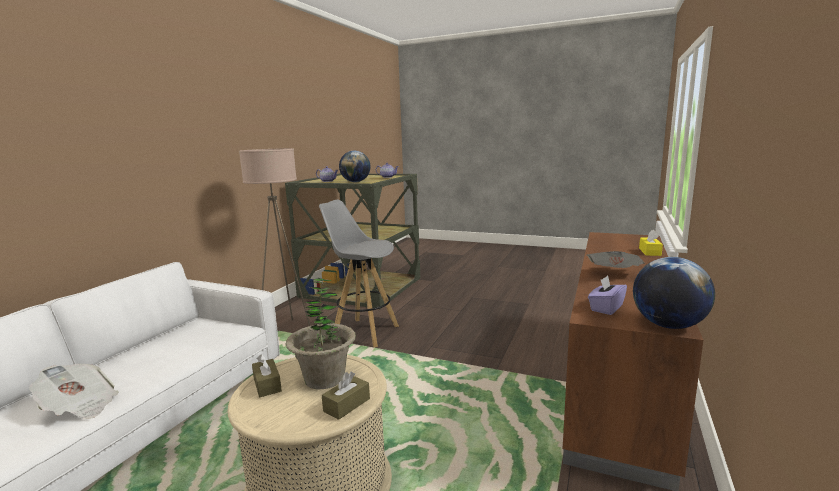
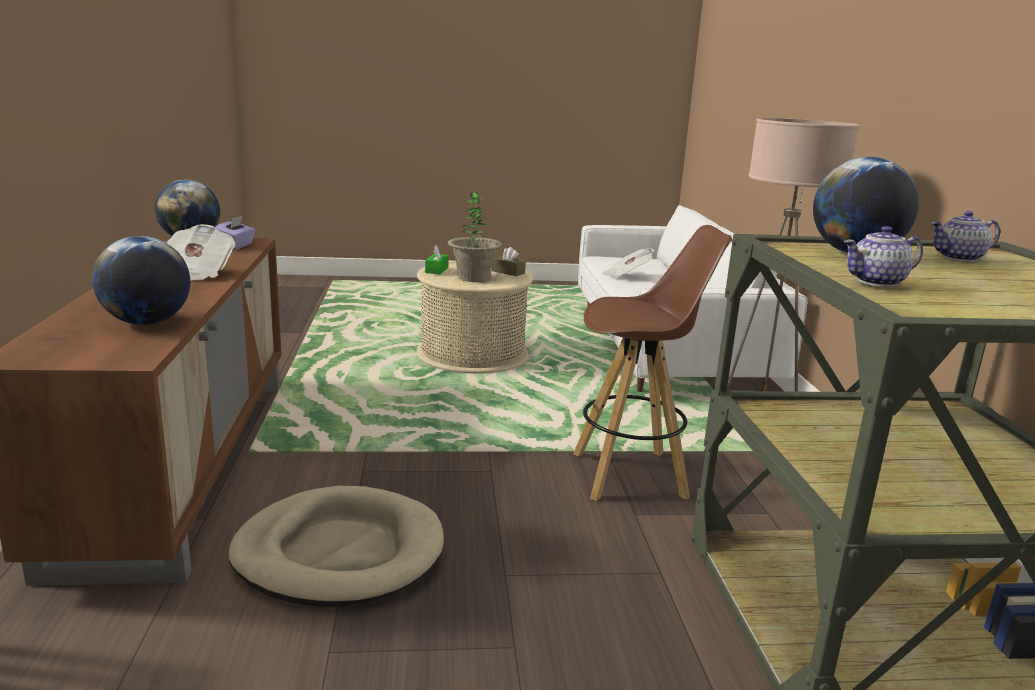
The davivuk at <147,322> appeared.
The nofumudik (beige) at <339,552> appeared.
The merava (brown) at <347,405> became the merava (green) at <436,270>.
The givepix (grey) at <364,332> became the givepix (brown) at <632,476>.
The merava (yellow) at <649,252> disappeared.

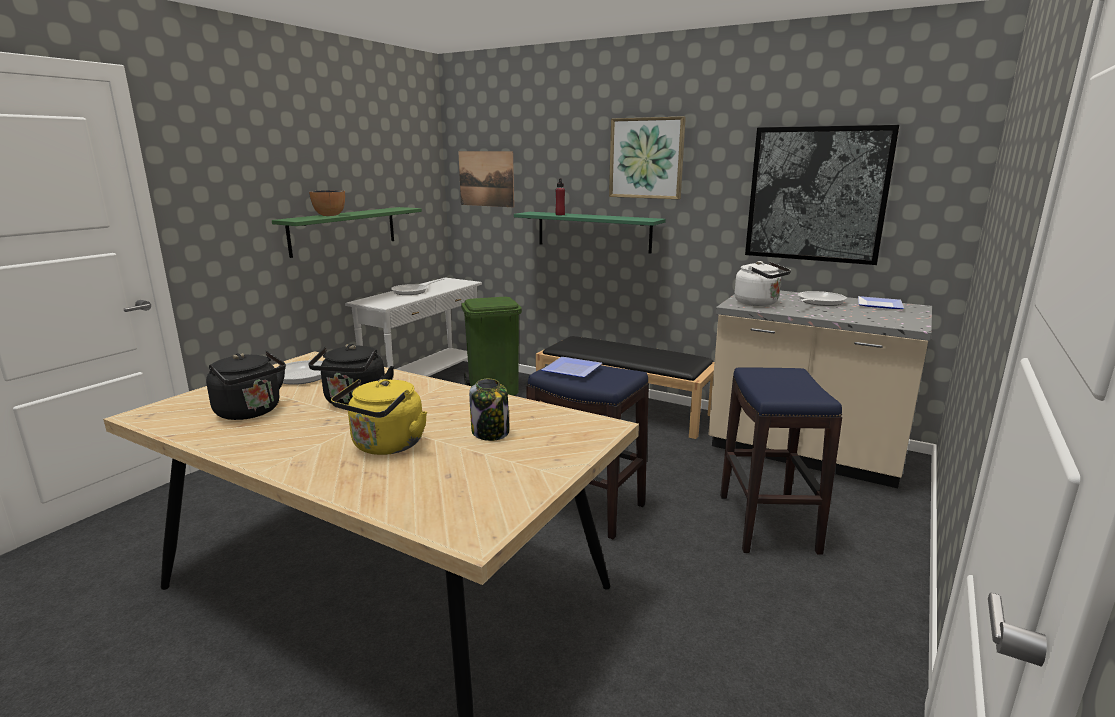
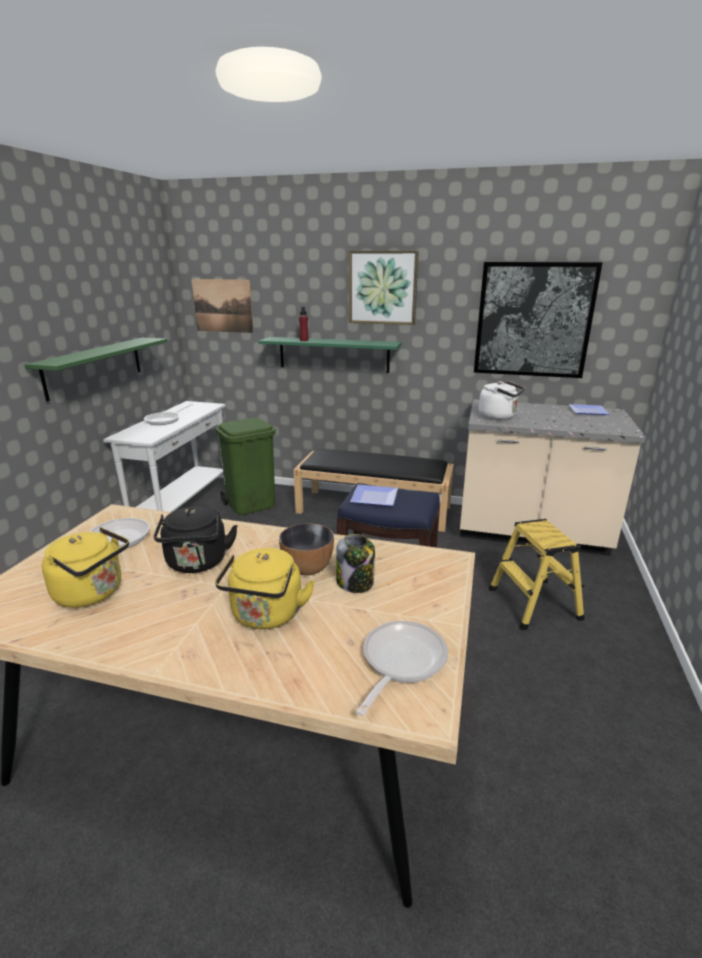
The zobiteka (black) at <251,412> became the zobiteka (yellow) at <93,593>.
The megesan moved from <329,215> to <307,569>.
The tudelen moved from <818,302> to <400,662>.
The givepix at <767,523> was replaced by the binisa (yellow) at <534,603>.

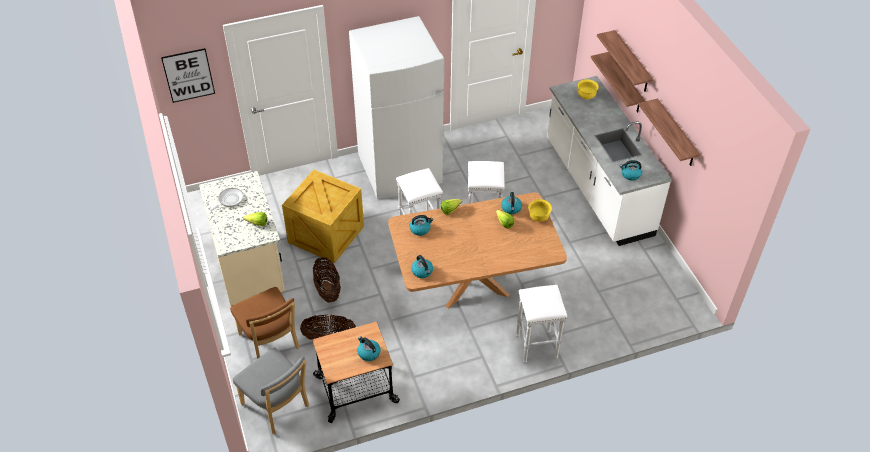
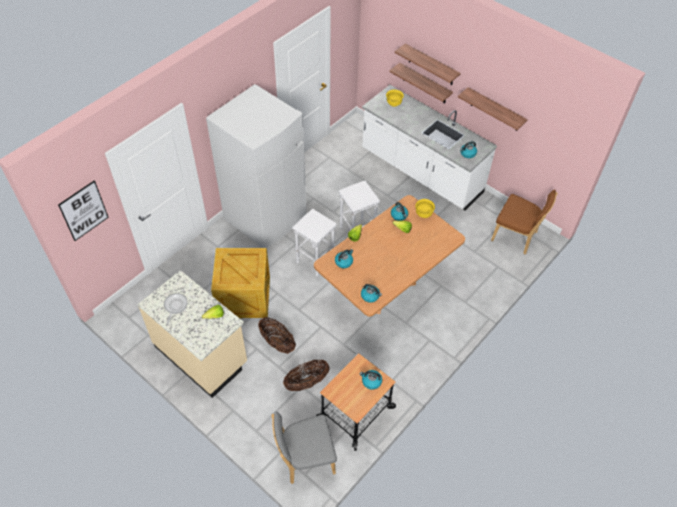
The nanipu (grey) at <277,407> turned 150 degrees clockwise.
The nanipu (brown) moved from <270,343> to <516,237>.
The givepix (white) at <536,347> disappeared.

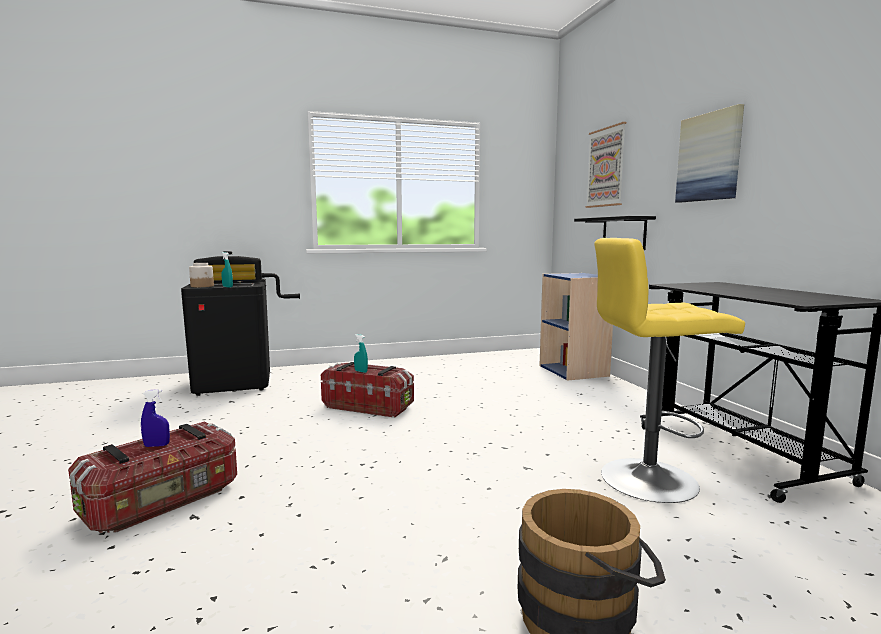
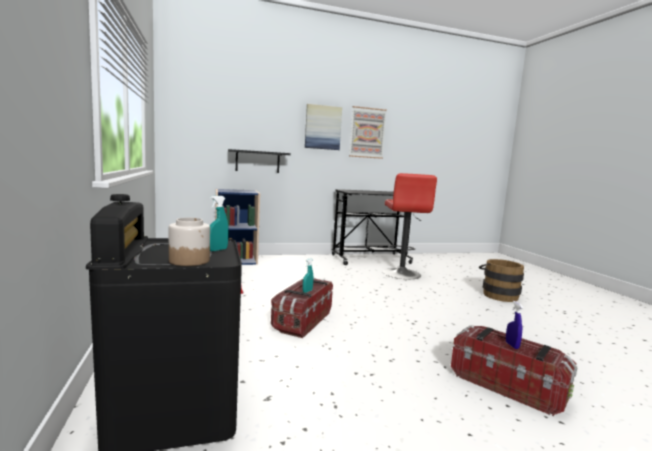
The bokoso moved from <606,167> to <367,133>.
The givepix (yellow) at <647,479> became the givepix (red) at <401,274>.

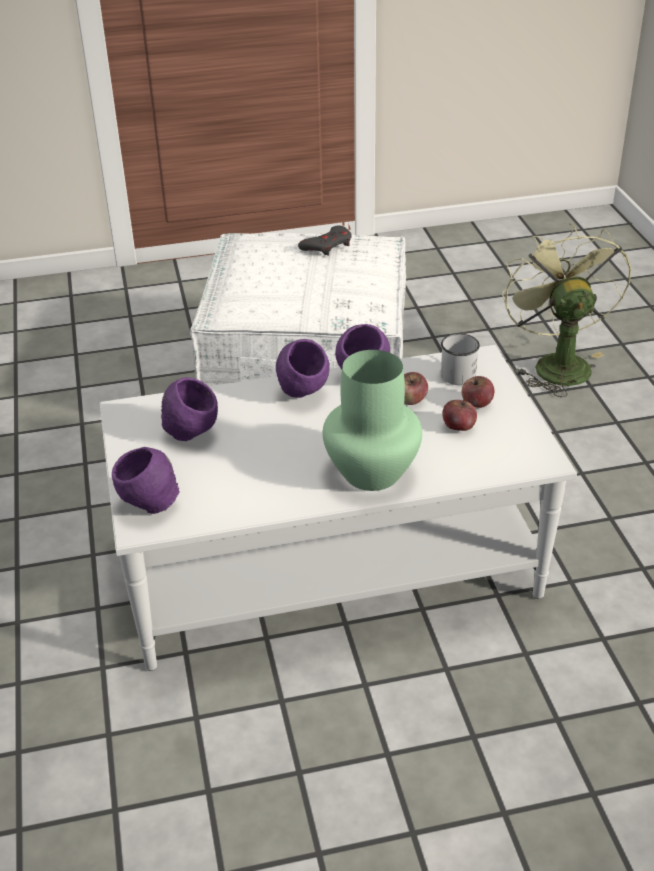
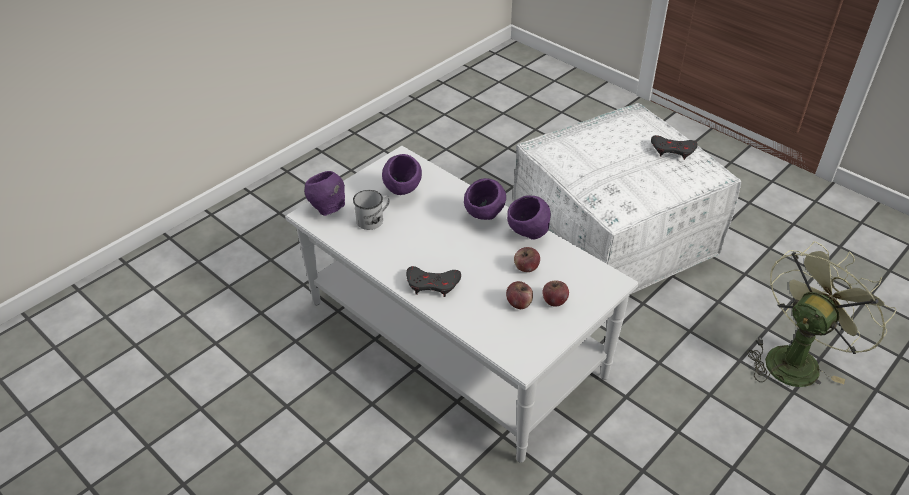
The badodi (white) moved from <457,372> to <374,219>.
The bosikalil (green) at <372,473> was replaced by the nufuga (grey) at <432,284>.

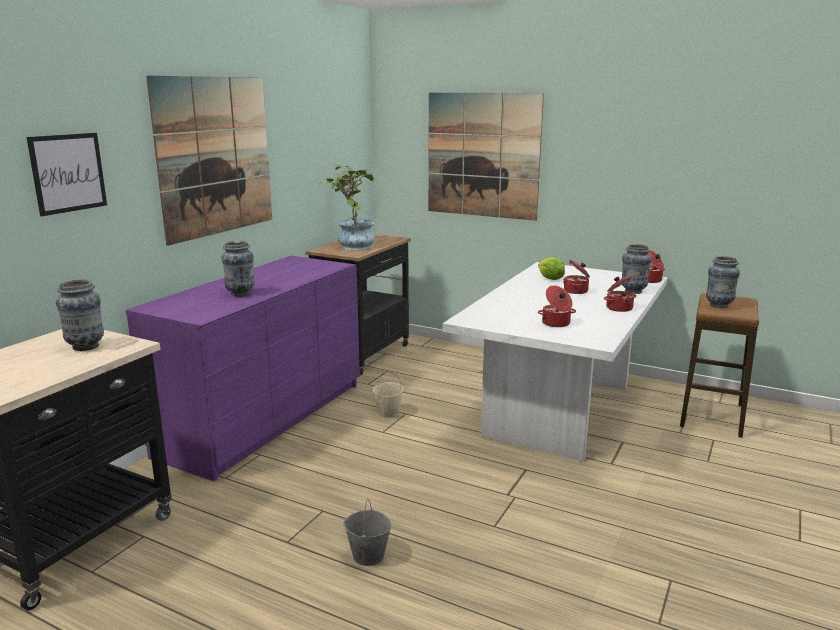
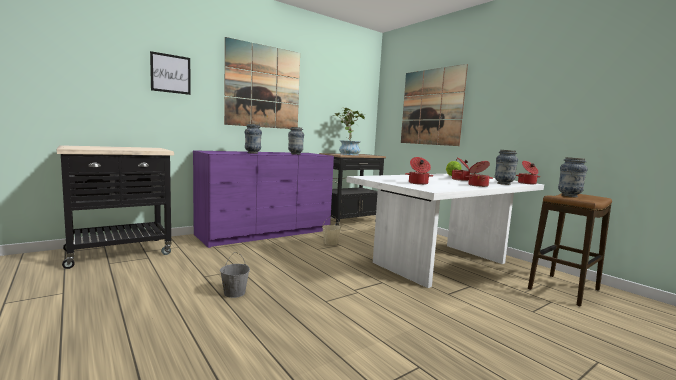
The bosikalil moved from <85,346> to <295,154>.

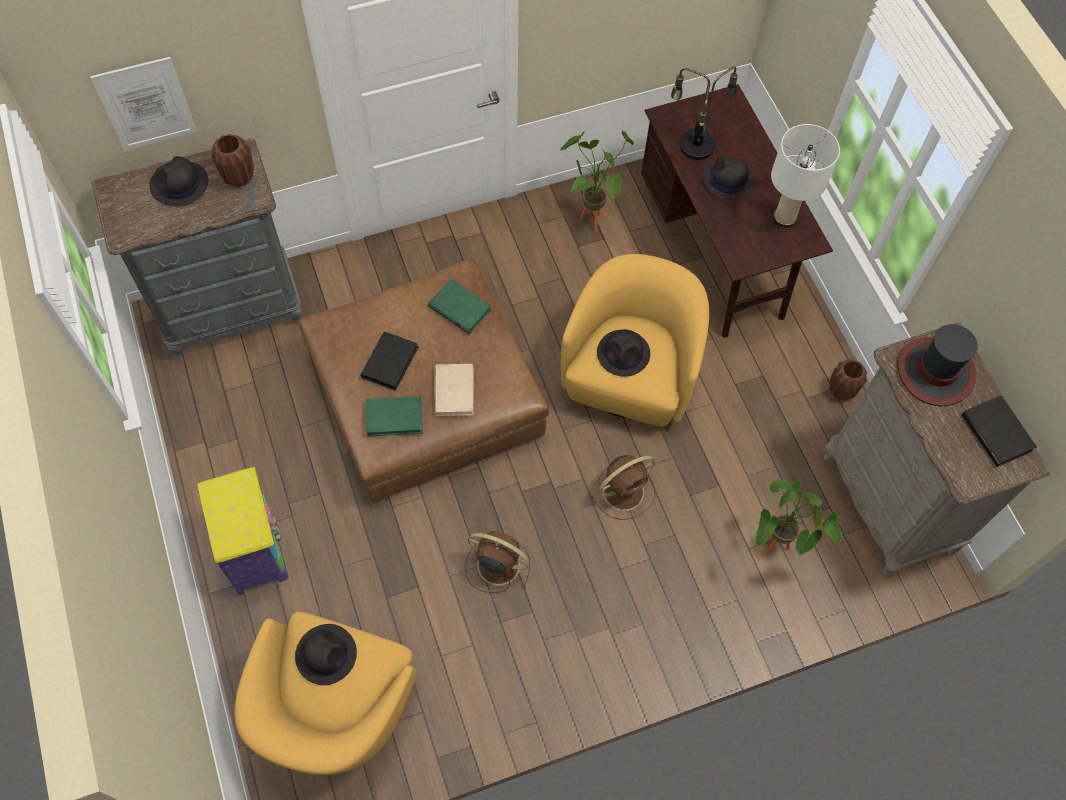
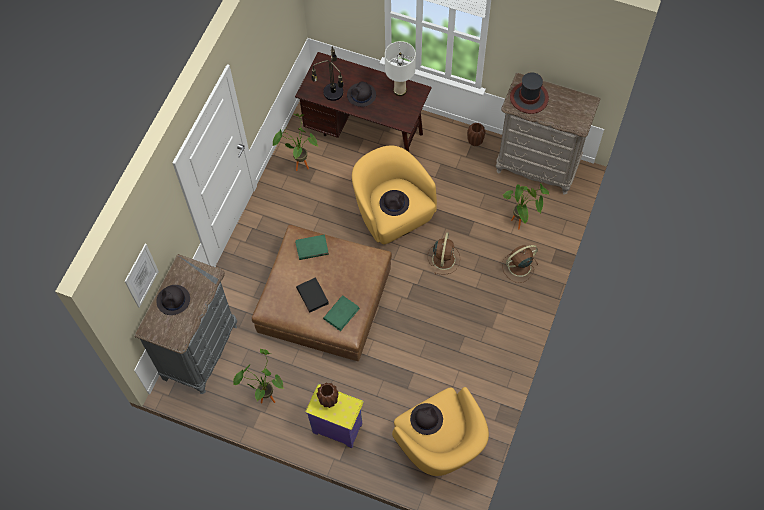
The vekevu at <265,396> appeared.
The bosikalil (brown) moved from <238,178> to <328,400>.
The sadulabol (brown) moved from <496,564> to <518,266>.
The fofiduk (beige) at <454,391> disappeared.
The fofiduk (black) at <996,432> disappeared.

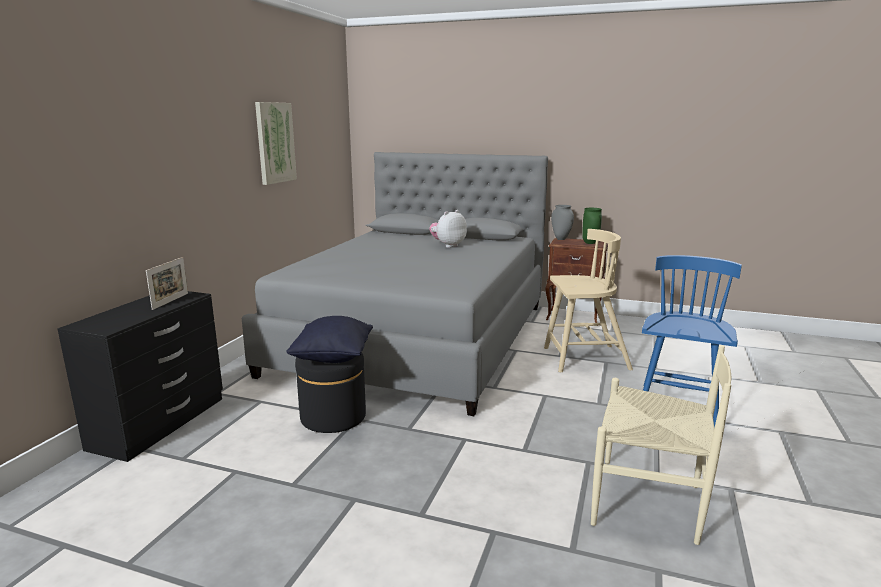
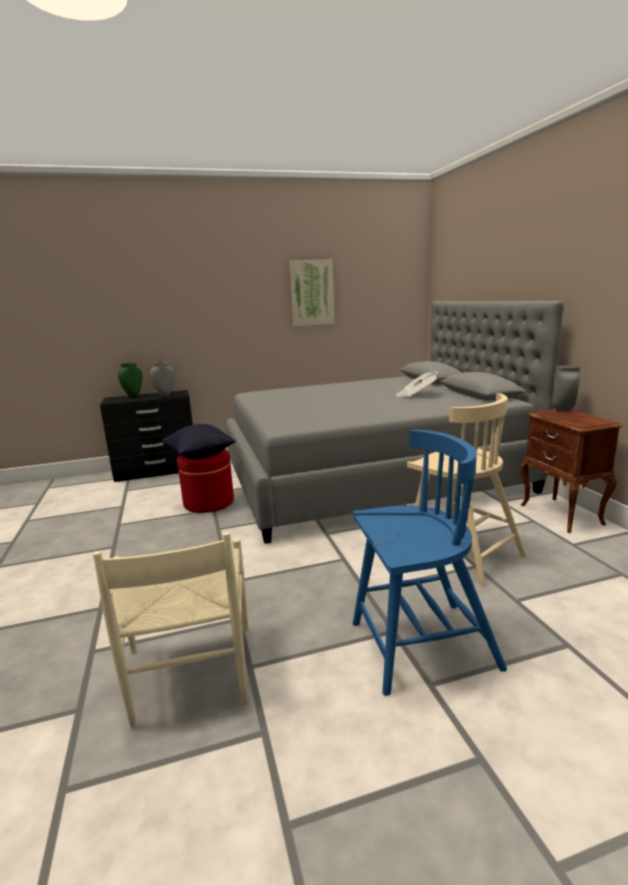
The bosikalil (green) moved from <590,243> to <133,396>.
The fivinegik at <170,301> was replaced by the bosikalil (grey) at <165,395>.
The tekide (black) at <333,417> became the tekide (red) at <209,502>.
The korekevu at <448,245> was replaced by the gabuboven at <416,395>.

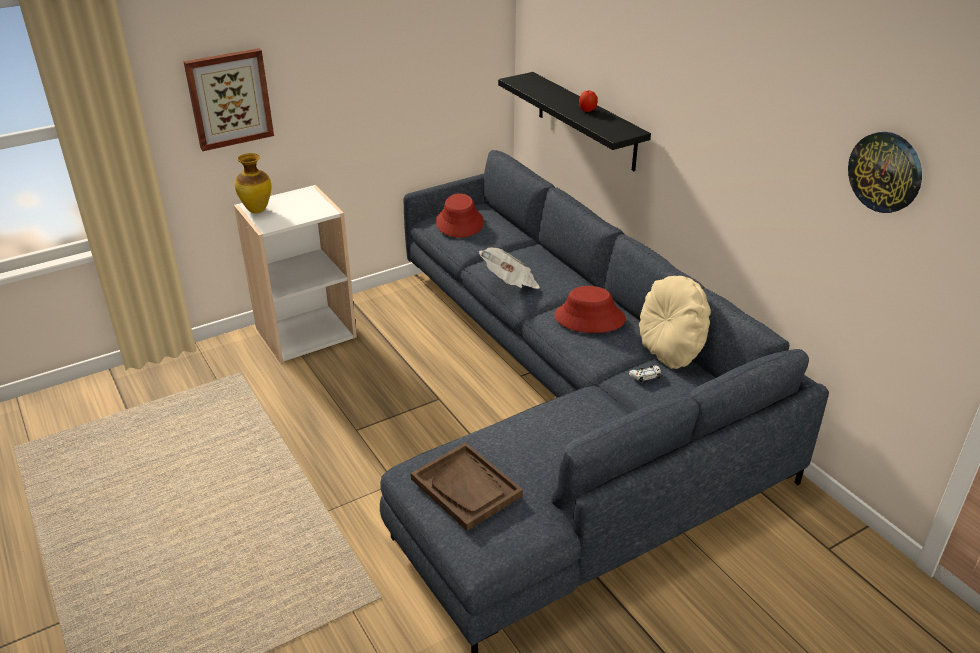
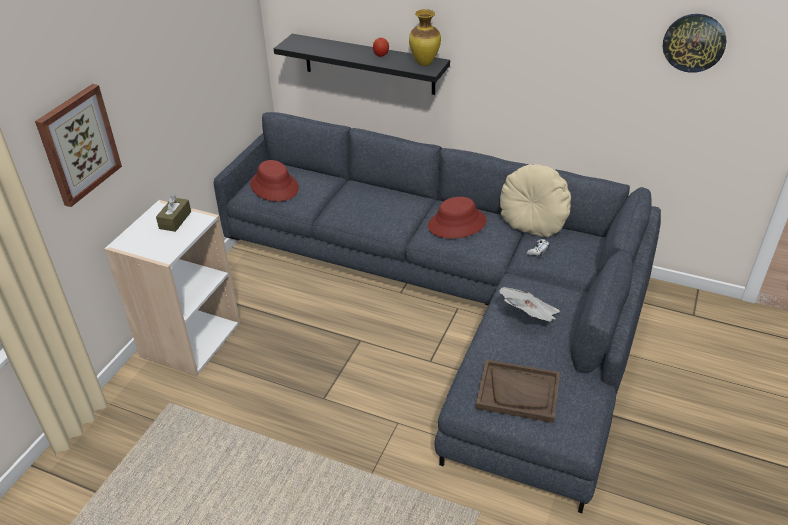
The merava (brown) at <175,220> appeared.
The bosikalil moved from <256,210> to <424,63>.
The gabuboven moved from <510,282> to <529,316>.

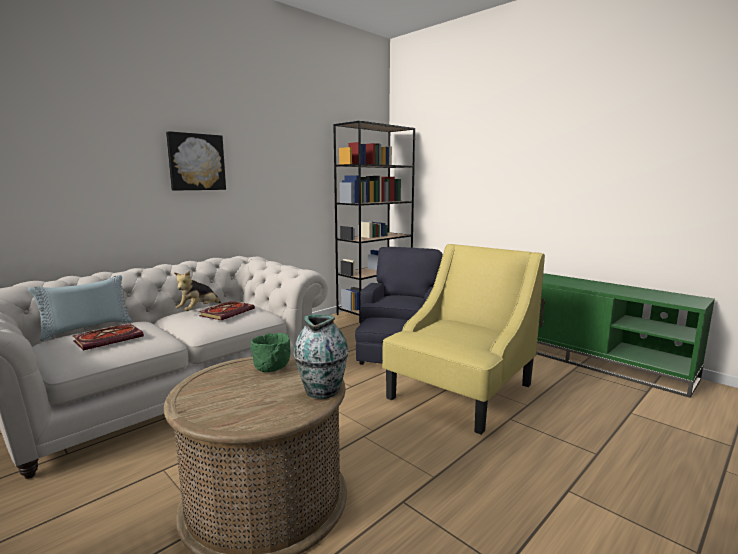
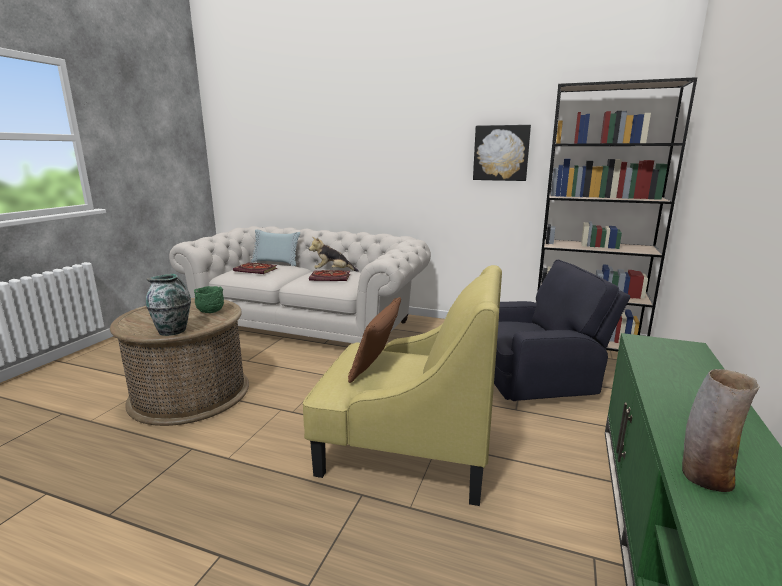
The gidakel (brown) at <376,364> appeared.
The bokoso moved from <196,162> to <501,153>.
The bosikalil at <705,476> appeared.

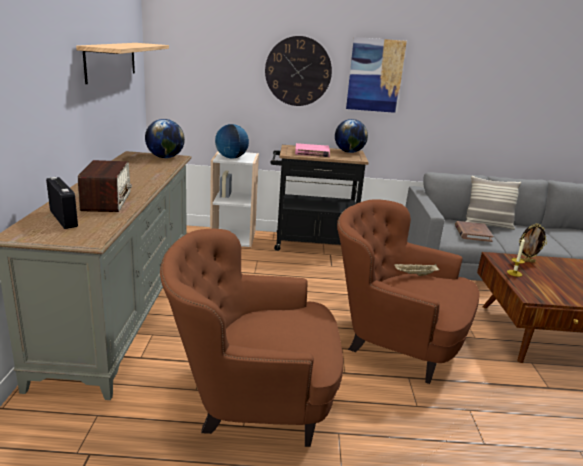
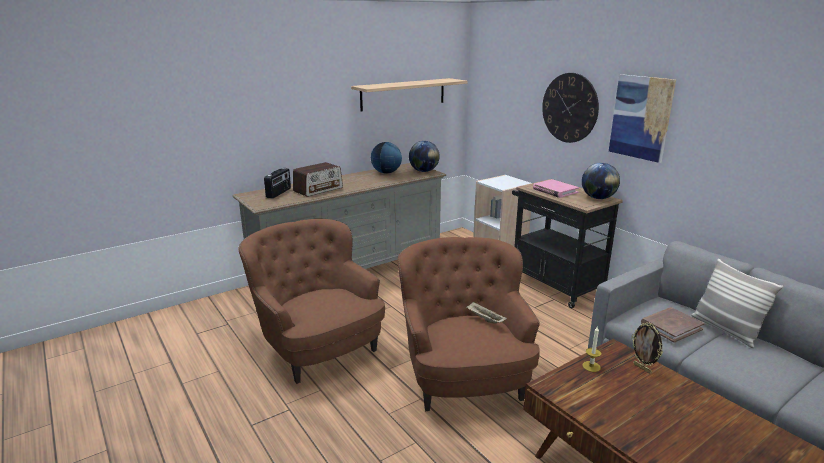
The davivuk moved from <231,158> to <386,173>.

